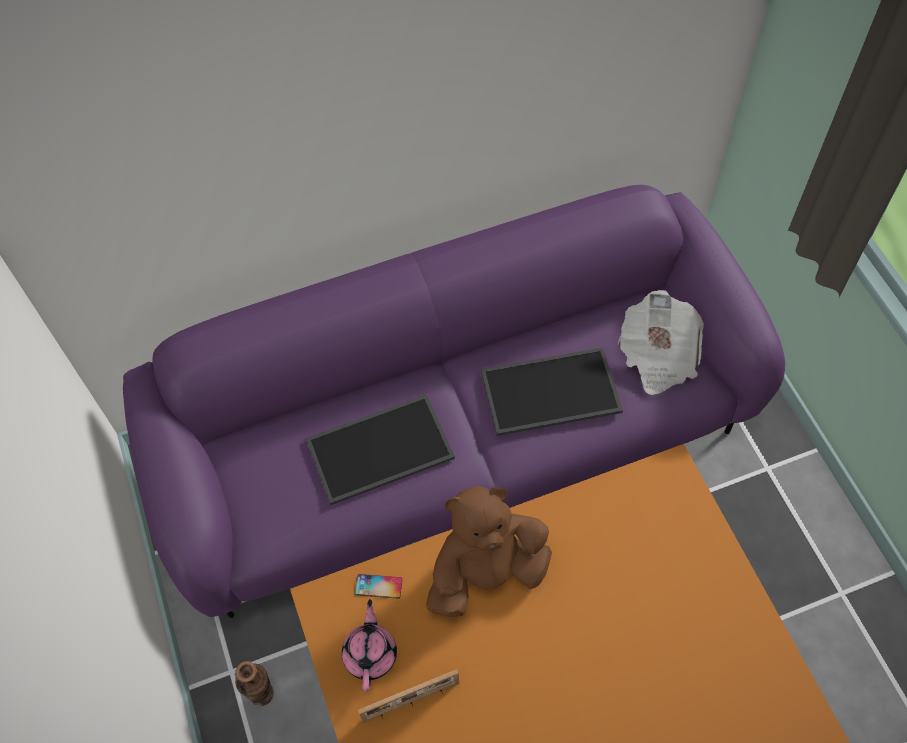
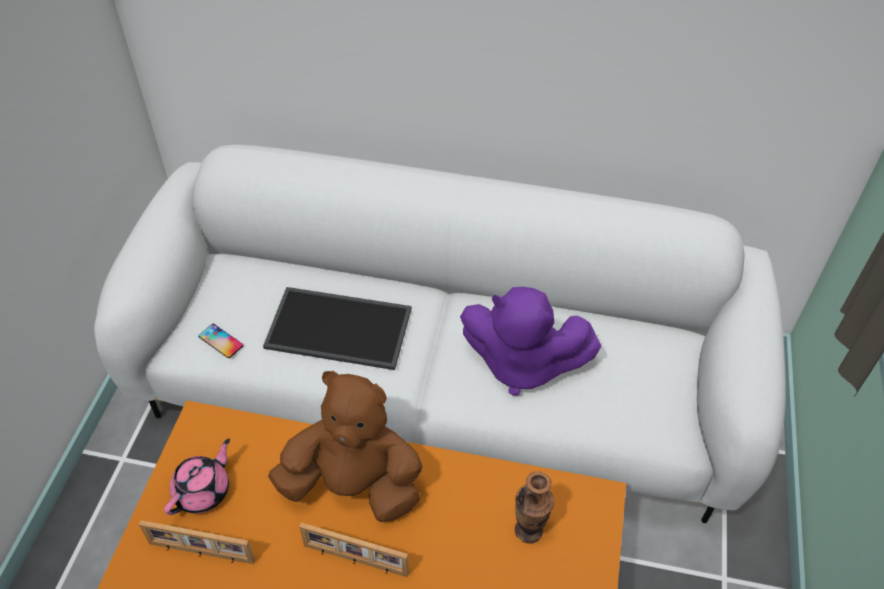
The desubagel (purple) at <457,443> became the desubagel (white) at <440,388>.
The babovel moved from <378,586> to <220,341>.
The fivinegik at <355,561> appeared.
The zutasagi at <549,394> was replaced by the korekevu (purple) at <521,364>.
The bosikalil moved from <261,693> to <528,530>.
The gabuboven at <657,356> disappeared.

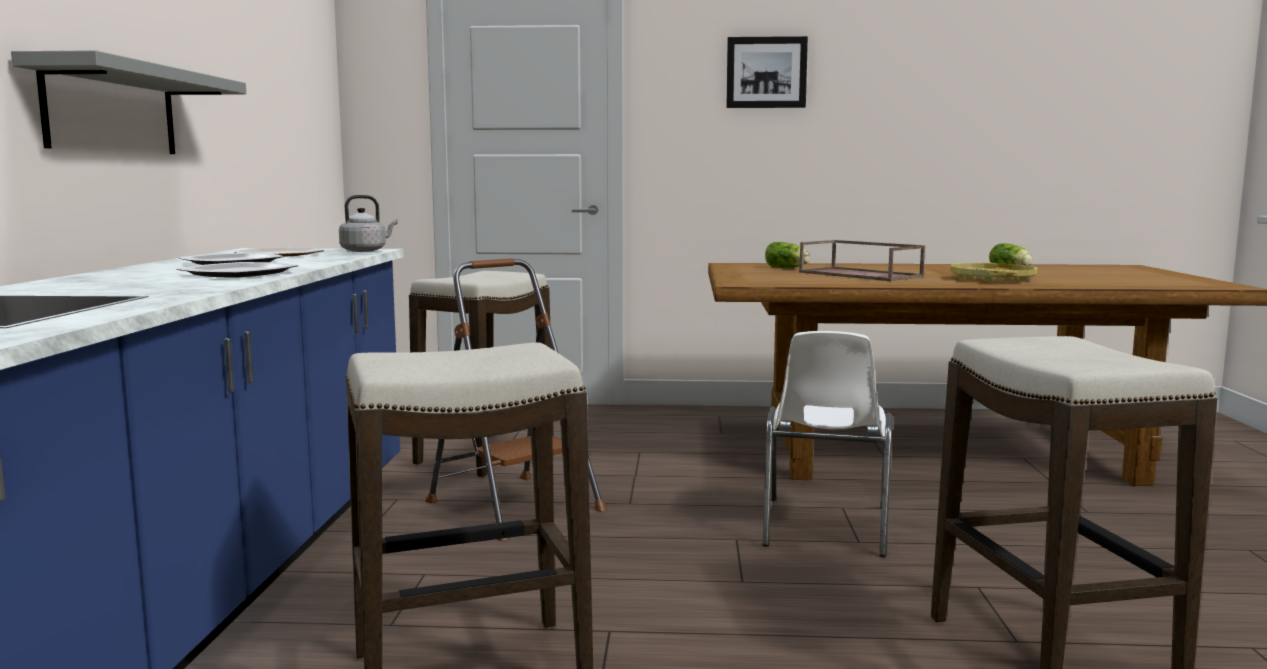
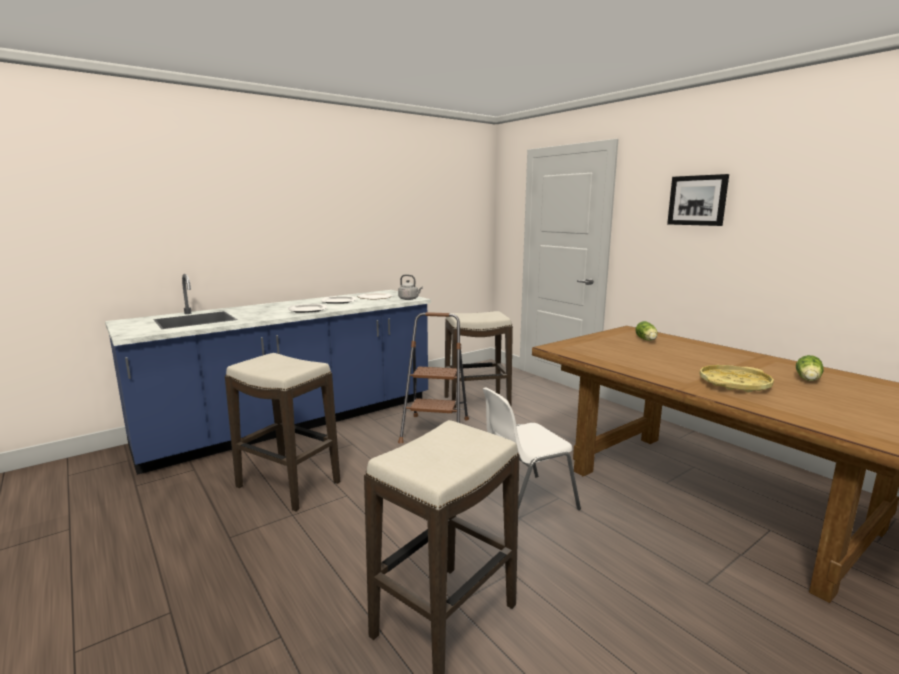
The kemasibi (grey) at <112,110> disappeared.
The zutasagi (brown) at <861,274> disappeared.

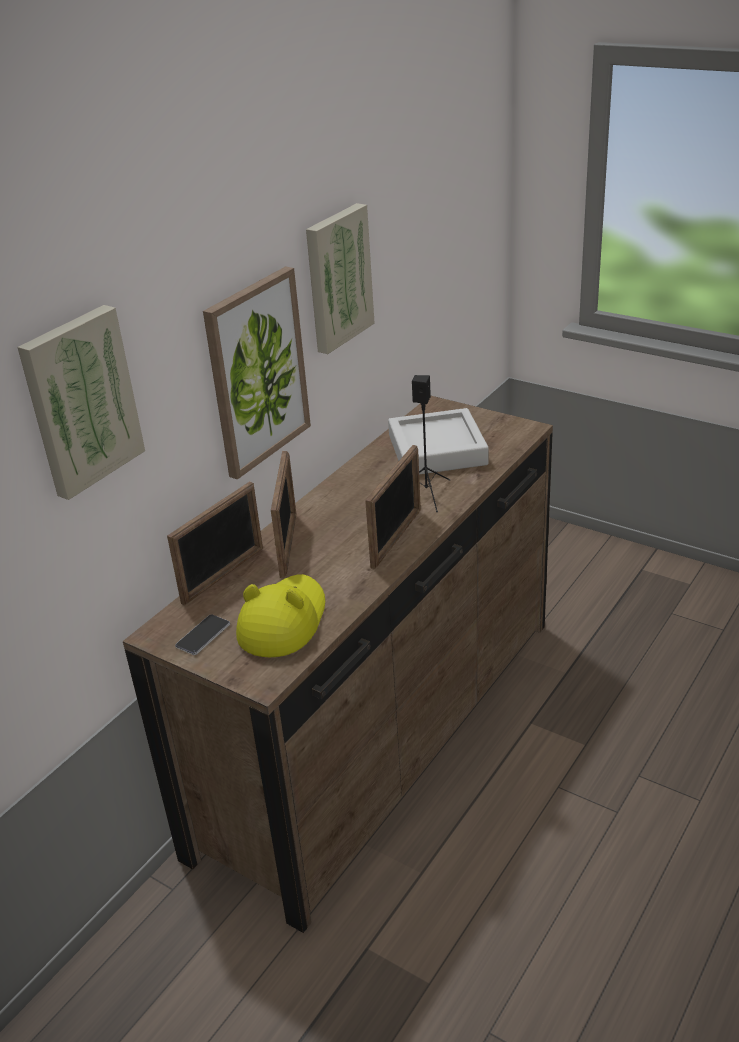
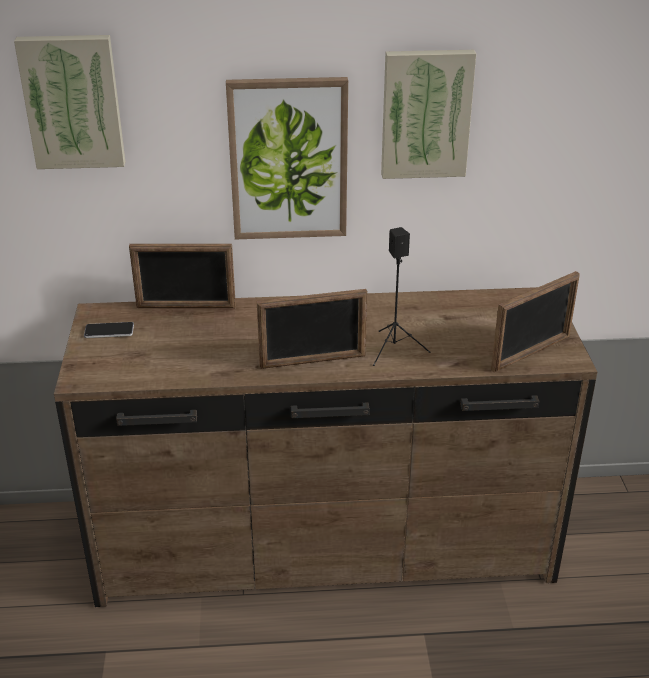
The fivinegik moved from <288,545> to <531,353>.
The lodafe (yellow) at <283,621> disappeared.
The zutasagi (grey) at <437,450> disappeared.

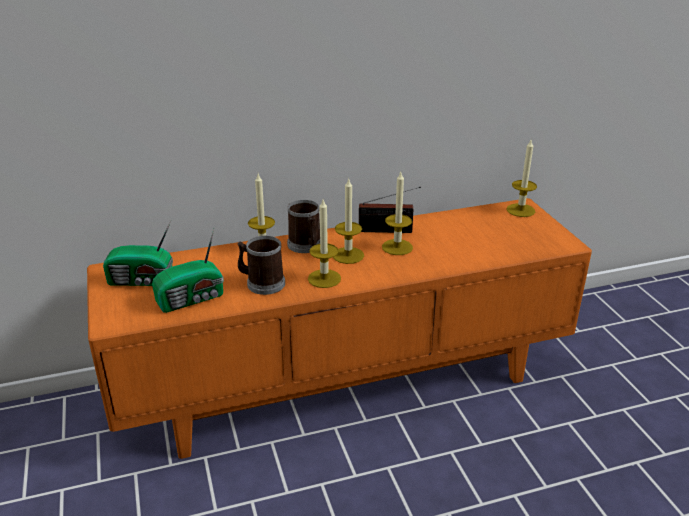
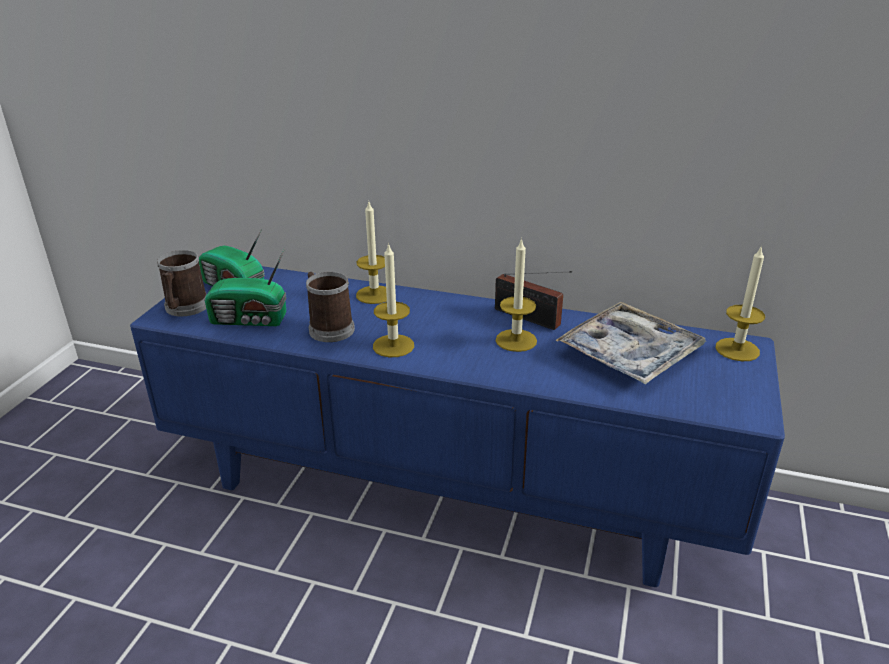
The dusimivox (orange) at <345,377> became the dusimivox (blue) at <448,481>.
The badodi moved from <306,246> to <185,308>.
The zutasagi at <629,353> appeared.
The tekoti at <348,255> disappeared.

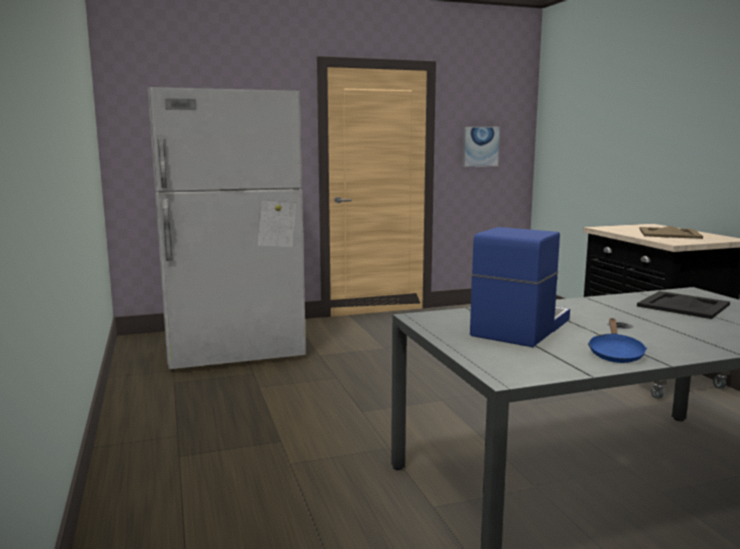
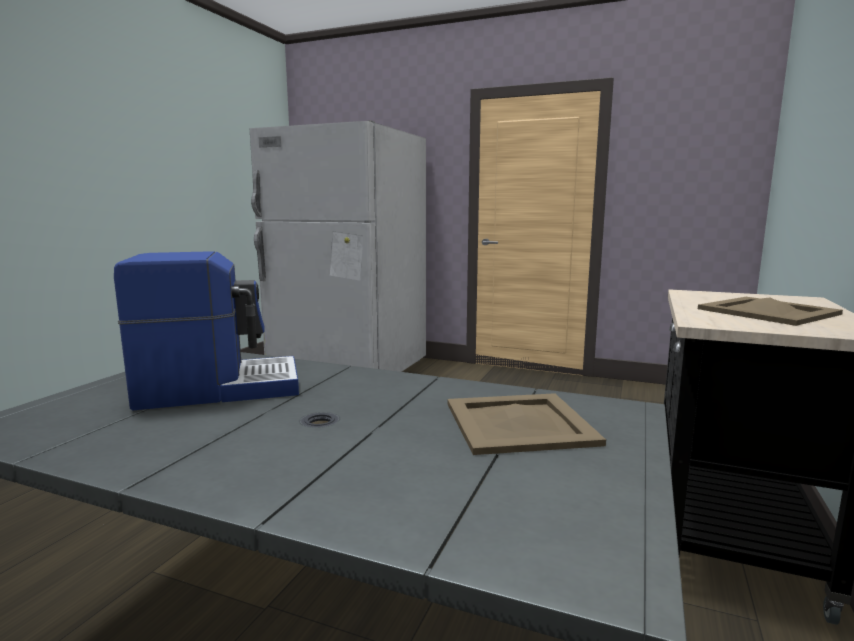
The zutasagi (black) at <682,305> became the zutasagi (beige) at <517,423>.
The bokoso at <480,146> disappeared.
The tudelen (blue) at <615,354> disappeared.

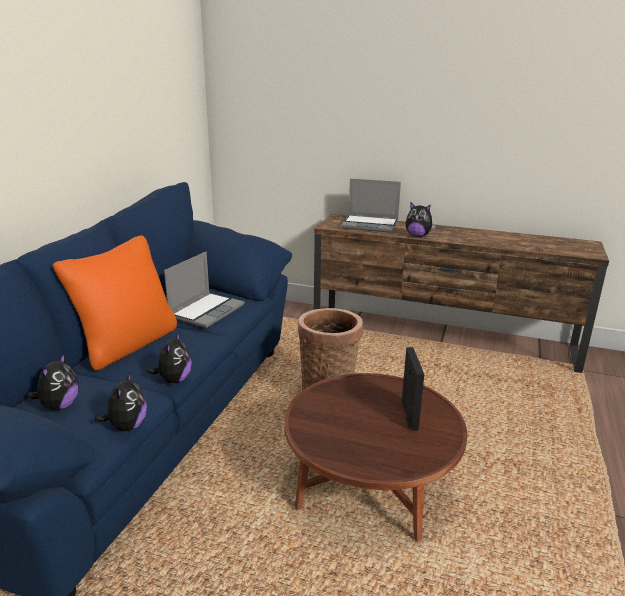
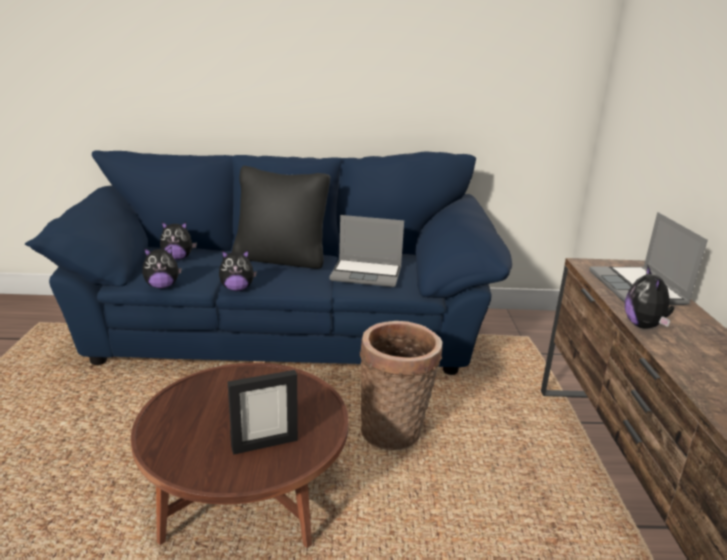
The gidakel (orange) at <127,344> became the gidakel (black) at <281,259>.

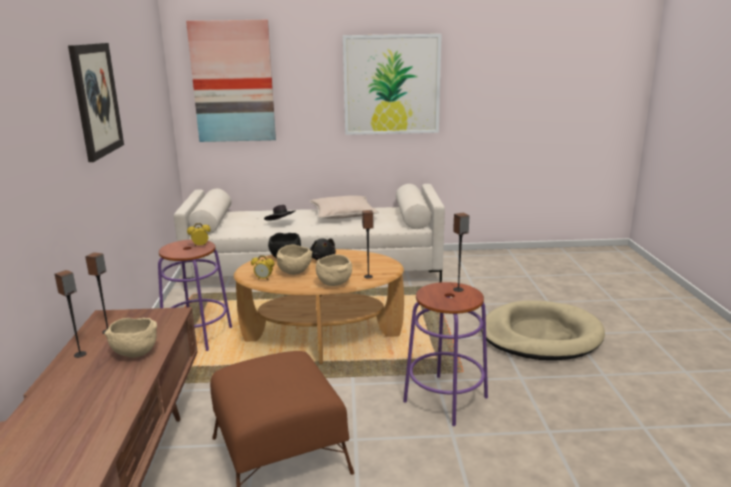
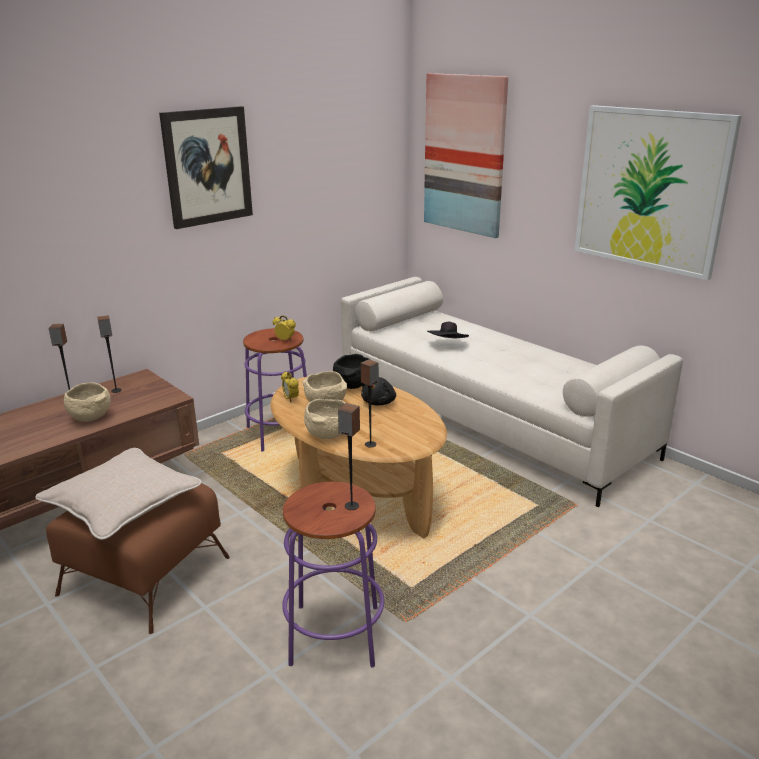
The gidakel (beige) moved from <343,213> to <122,501>.
The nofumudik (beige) at <540,335> disappeared.

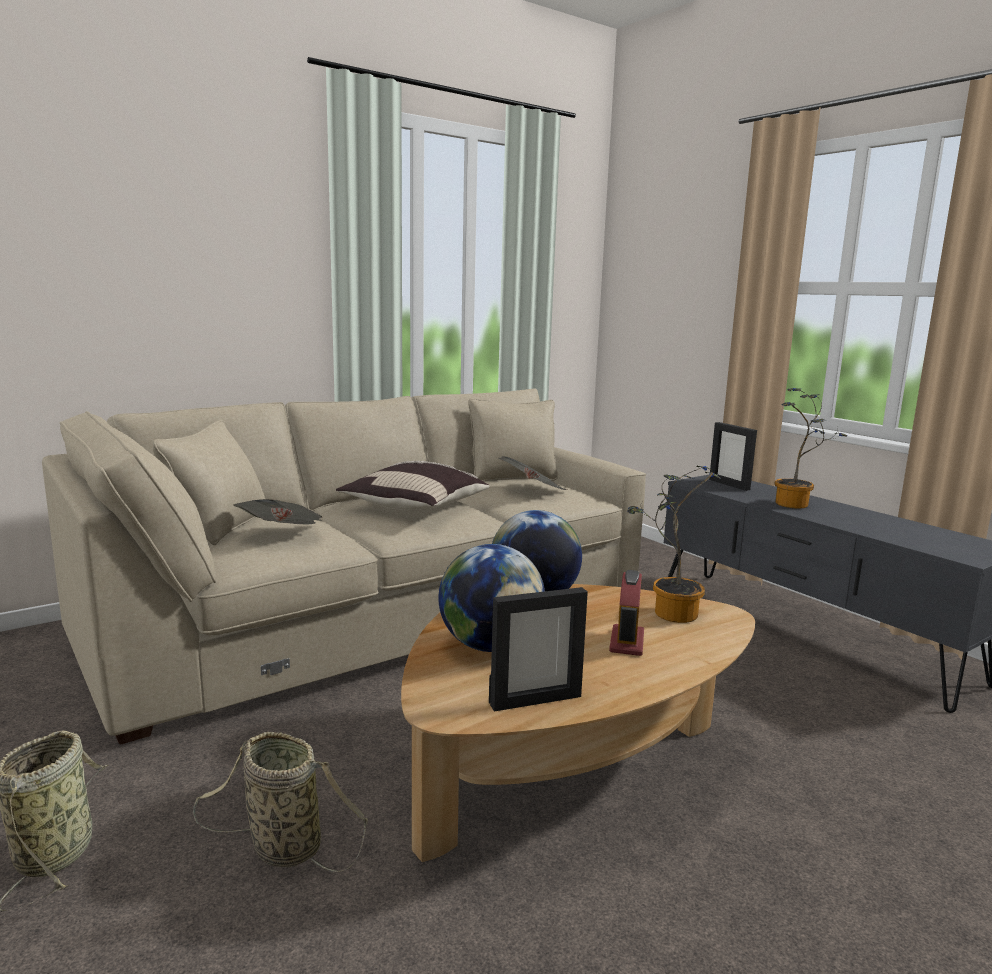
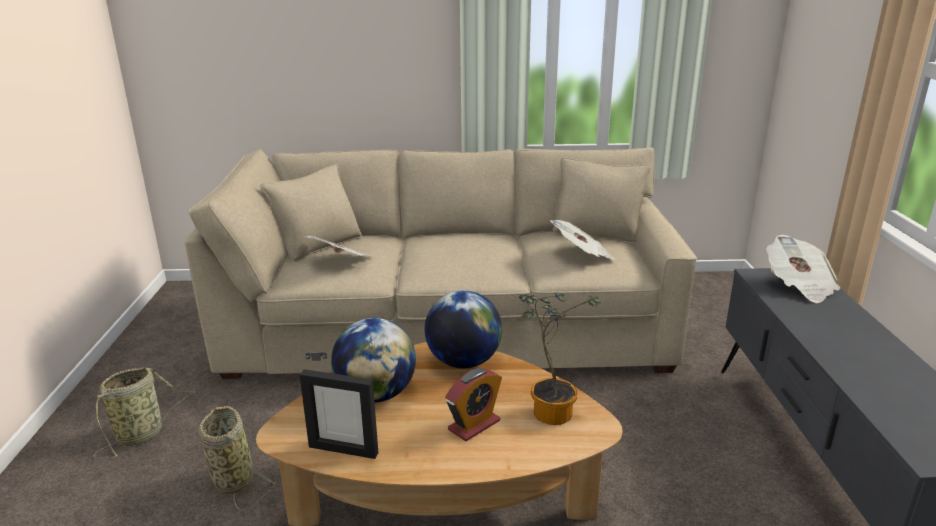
The fivinegik at <730,484> was replaced by the gabuboven at <799,286>.
The gidakel at <414,506> disappeared.
The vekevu at <796,505> disappeared.

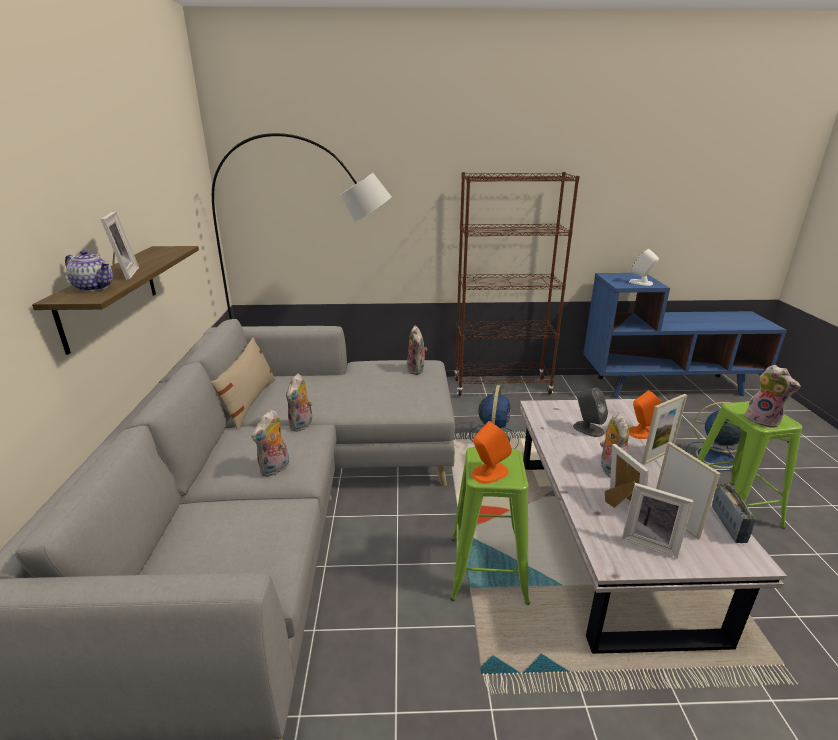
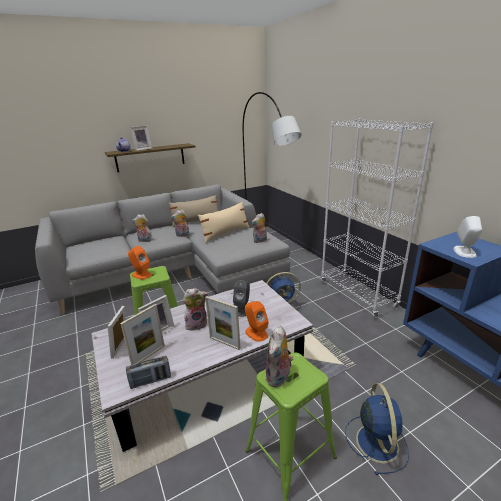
The gidakel (beige) at <225,233> appeared.
The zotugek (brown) at <501,387> became the zotugek (white) at <357,295>.

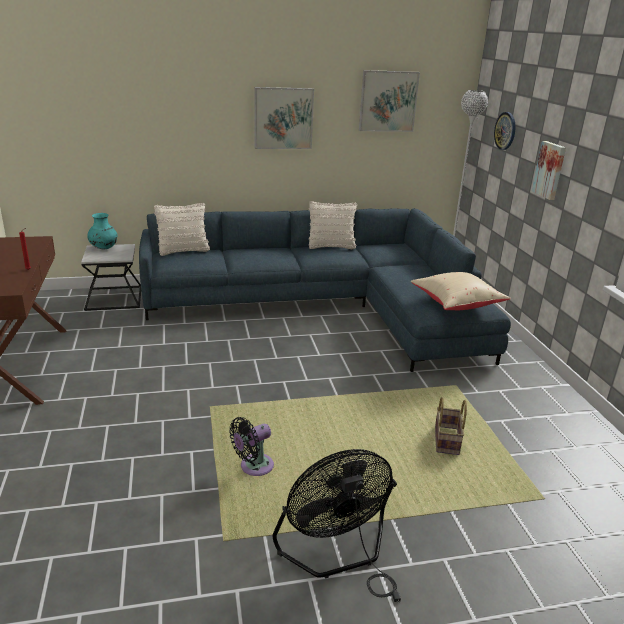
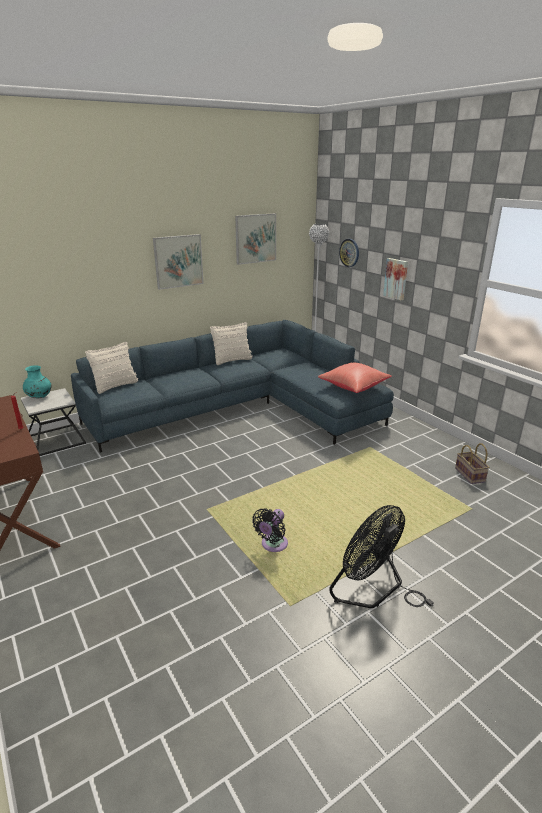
The gidakel (beige) at <456,303> became the gidakel (red) at <353,387>.
The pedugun moved from <447,441> to <470,475>.

